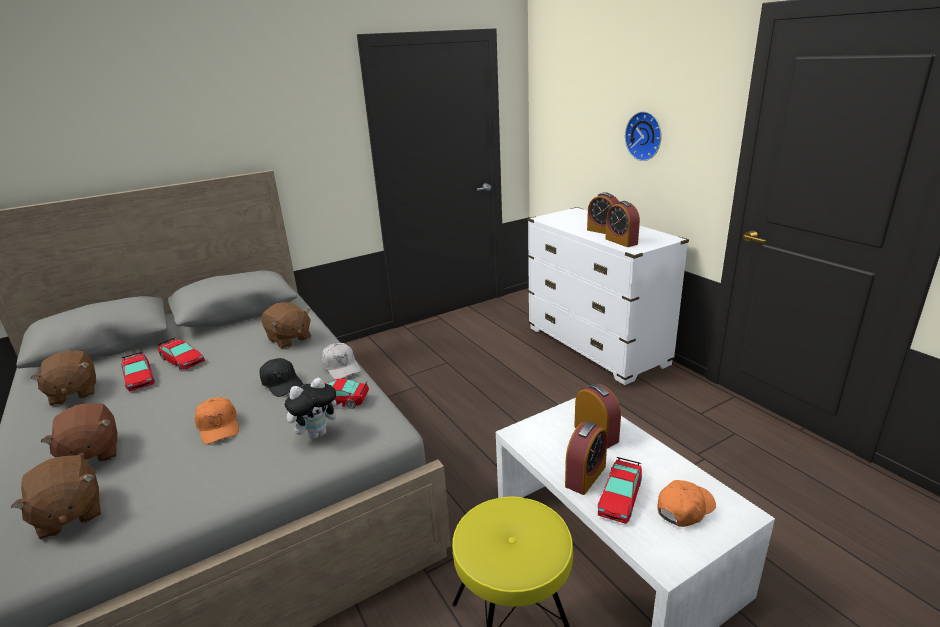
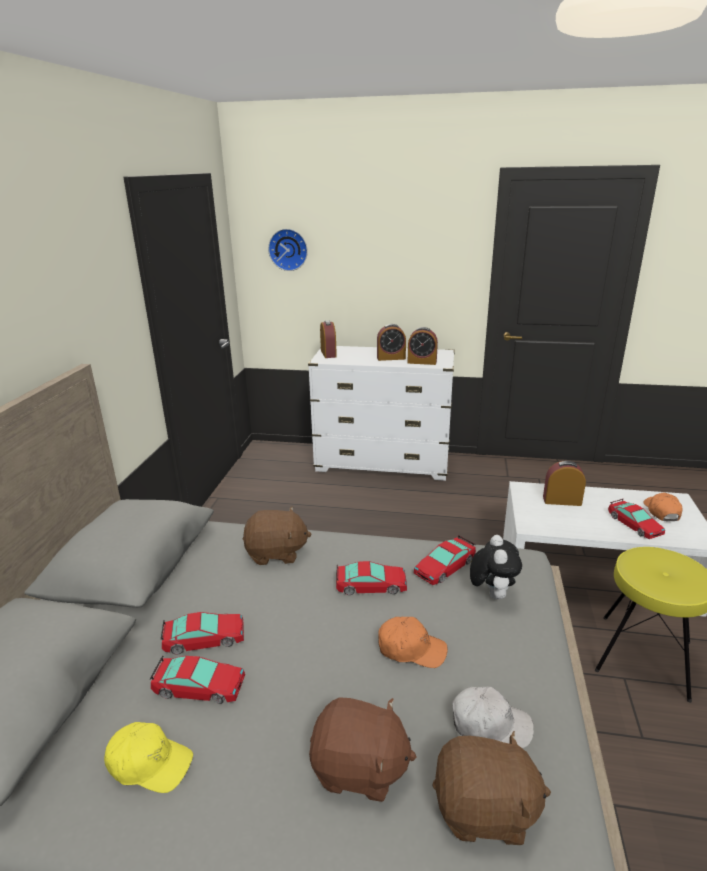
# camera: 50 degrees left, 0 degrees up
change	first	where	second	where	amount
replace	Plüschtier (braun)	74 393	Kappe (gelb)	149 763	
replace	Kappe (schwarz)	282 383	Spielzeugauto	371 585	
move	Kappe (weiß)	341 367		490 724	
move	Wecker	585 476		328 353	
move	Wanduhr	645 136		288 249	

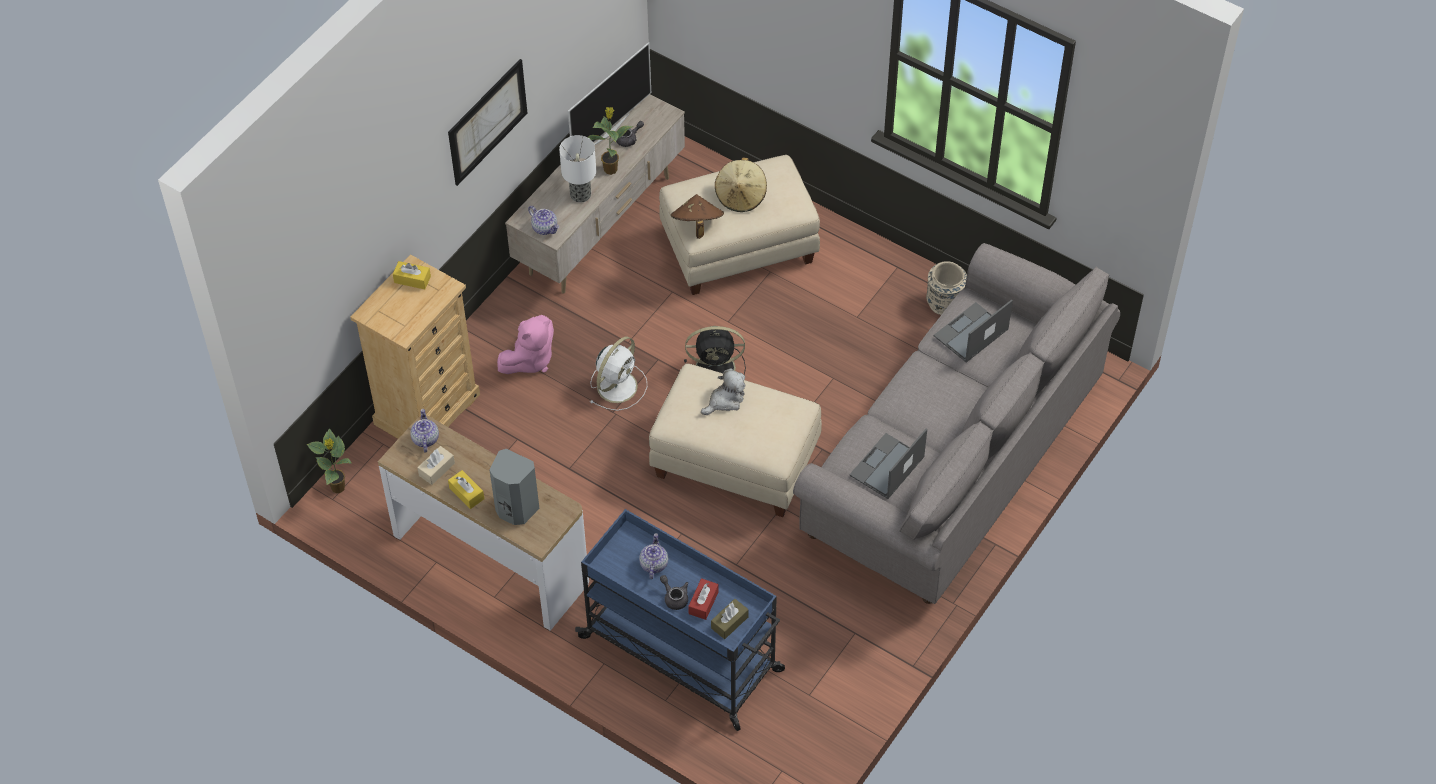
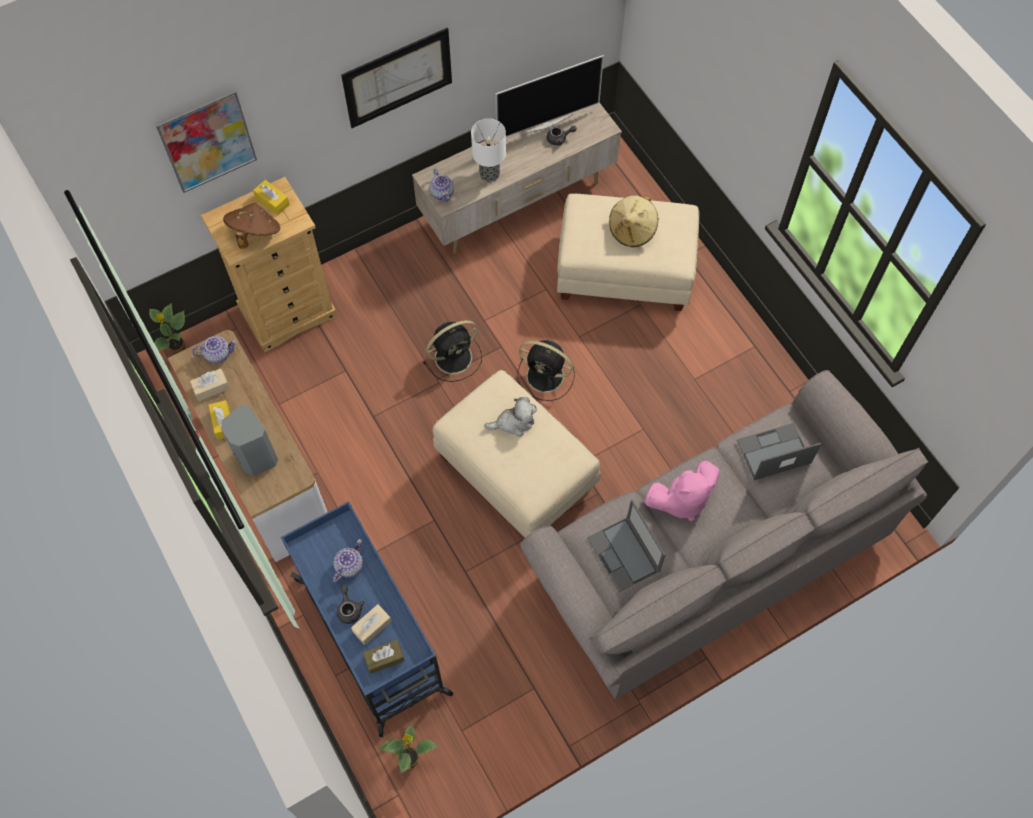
# camera: 25 degrees right, 10 degrees up
change	first	where	second	where	amount
rotate	Teekanne	425 439		218 354	60 degrees clockwise
move	Plüschtier (rosa)	530 360		681 500	
move	Topfpflanze	611 168		411 759	
recolor	Ventilator (weiß)	618 385	Ventilator (schwarz)	455 356	
move	Hut (braun)	697 225		254 233	
recolor	Taschentuchbox (rot)	703 603	Taschentuchbox (beige)	372 626	
rotate	Laptop	886 467		624 555	90 degrees counterclockwise
delete	Vase (beige)	944 304			
insert			Bild	207 140	

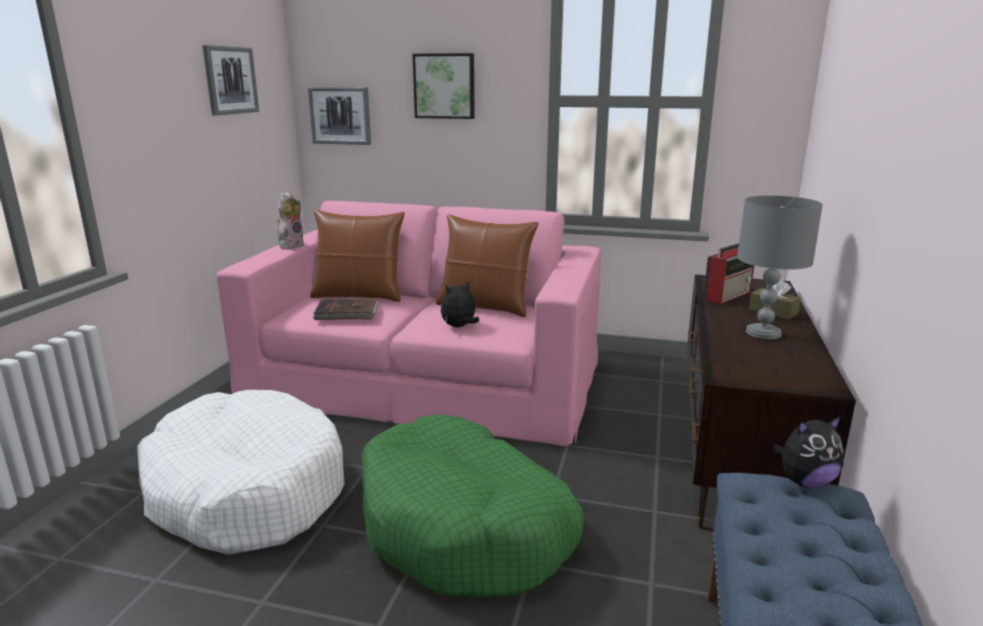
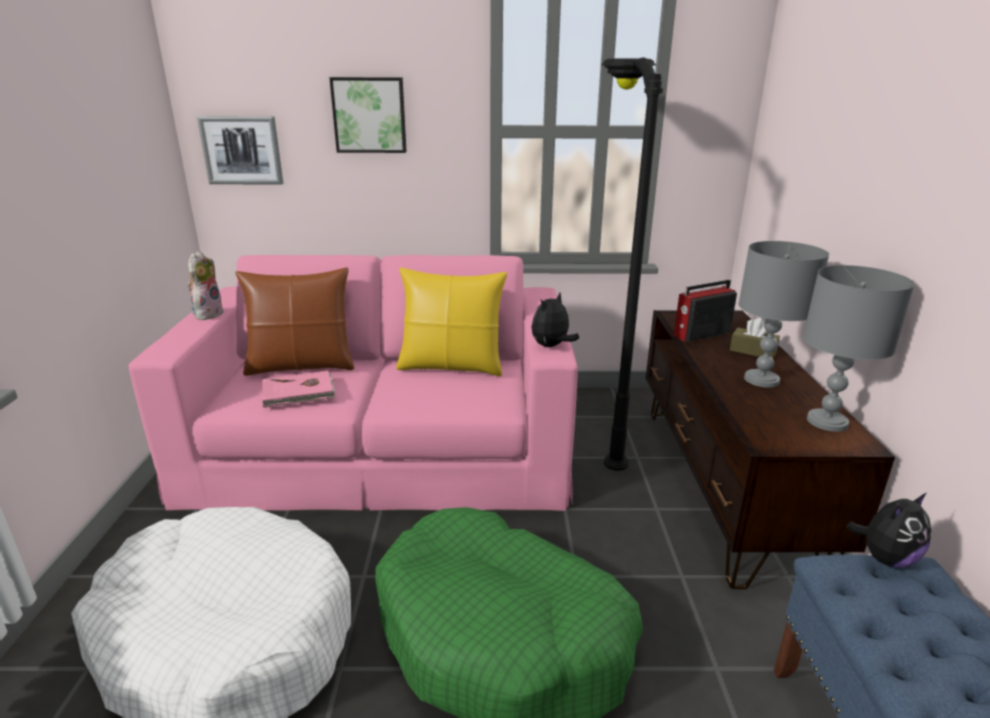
# camera: 15 degrees left, 5 degrees up
change	first	where	second	where	amount
delete	Bild	230 80			
recolor	Buch (braun)	347 312	Buch (rosa)	299 392	
recolor	Kissen (braun)	485 306	Kissen (gelb)	451 366	
move	Plüschtier	459 327		551 346	
rotate	Radio	728 295		700 334	150 degrees counterclockwise
insert			Stehlampe (schwarz)	603 424	
insert			Tischlampe (grau)	827 422	

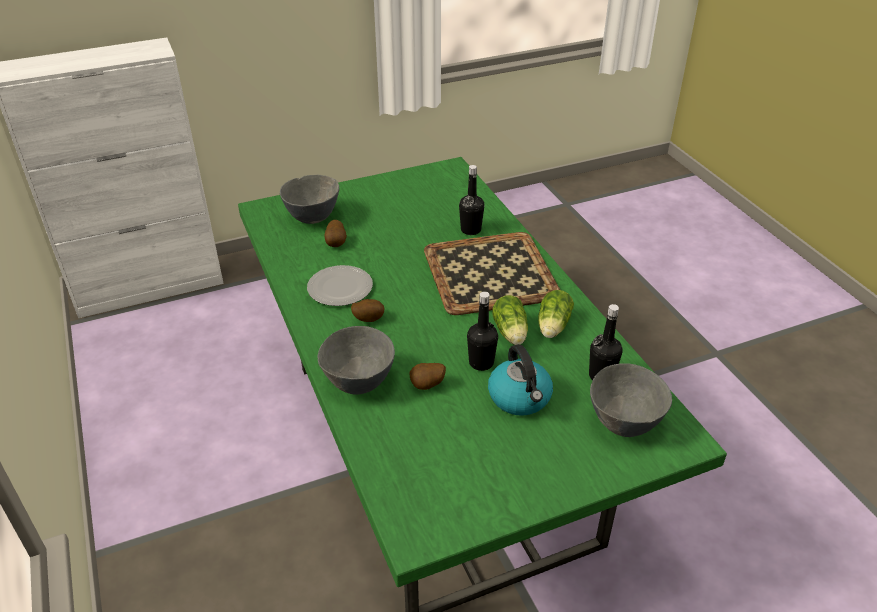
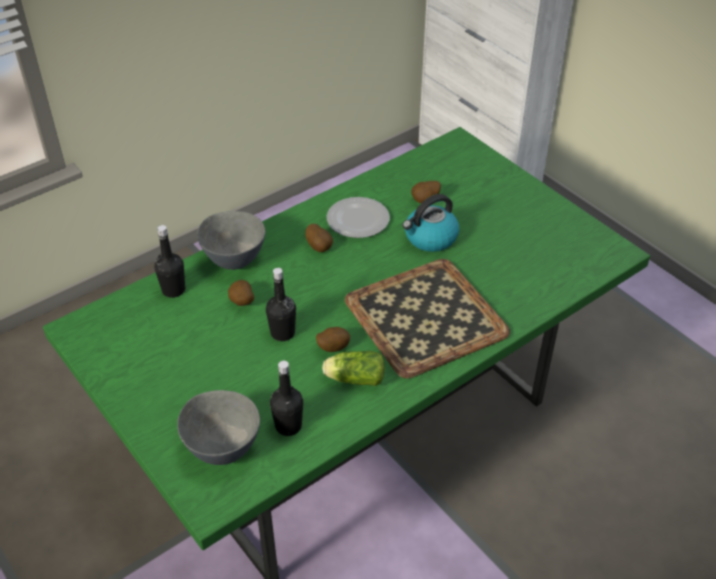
# camera: 75 degrees right, 5 degrees up
change	first	where	second	where	amount
delete	Schüssel (grau)	312 218			
move	Flasche (schwarz)	470 230		173 290	
move	Wasserkessel	520 398		430 238	
replace	Salatkopf	511 333	Kartoffel	332 347	

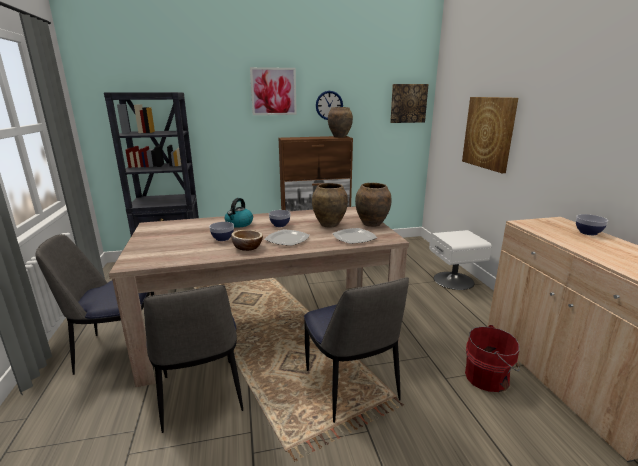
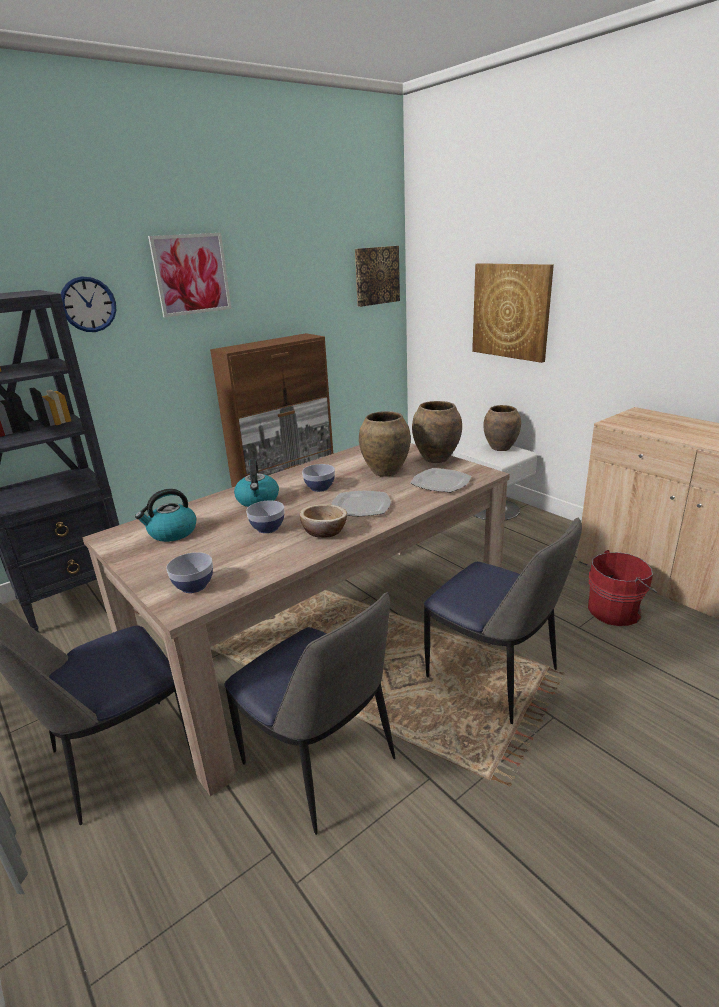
# camera: 25 degrees left, 5 degrees up
change	first	where	second	where	amount
move	Wanduhr	329 105		88 304	
move	Vase (braun)	340 136		501 448	
move	Schüssel	588 232		193 586	
insert			Wasserkessel	172 533	

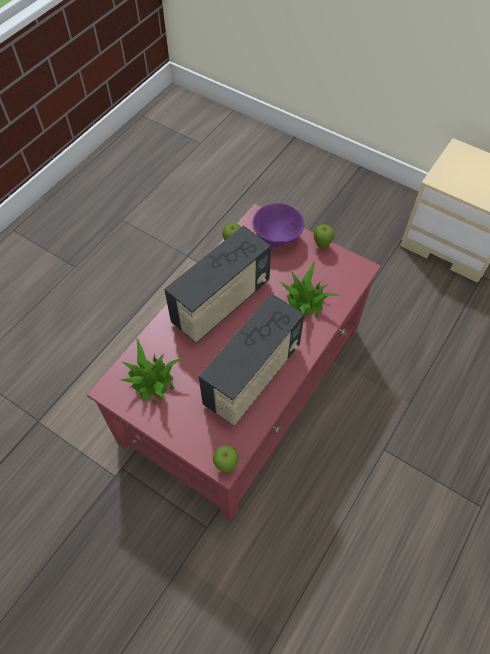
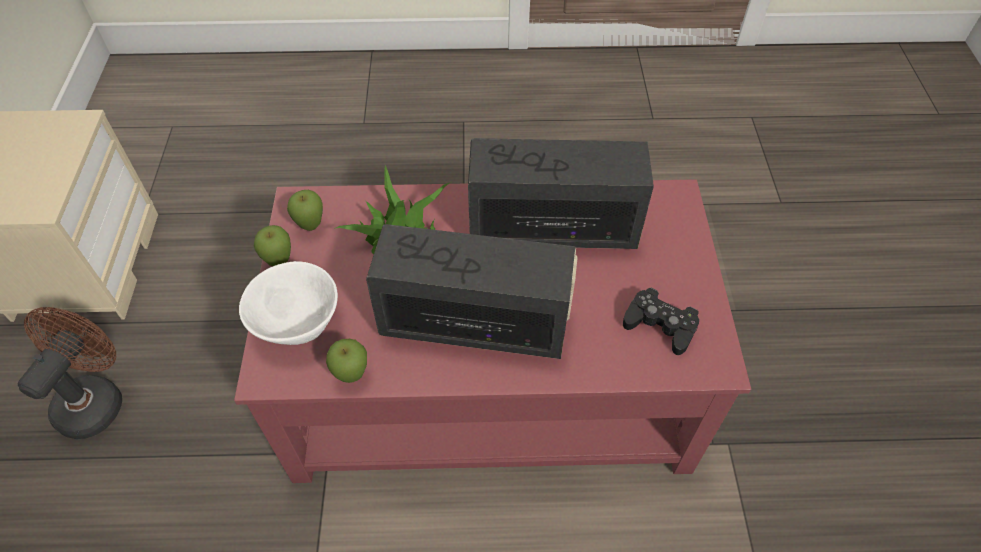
# camera: 125 degrees left, 5 degrees down
change	first	where	second	where	amount
replace	Topfpflanze	151 381	Gamepad (schwarz)	660 325	
move	Apfel	226 465		311 226	
recolor	Schüssel (lila)	278 238	Schüssel (weiß)	299 322	
insert			Ventilator (braun)	96 399	

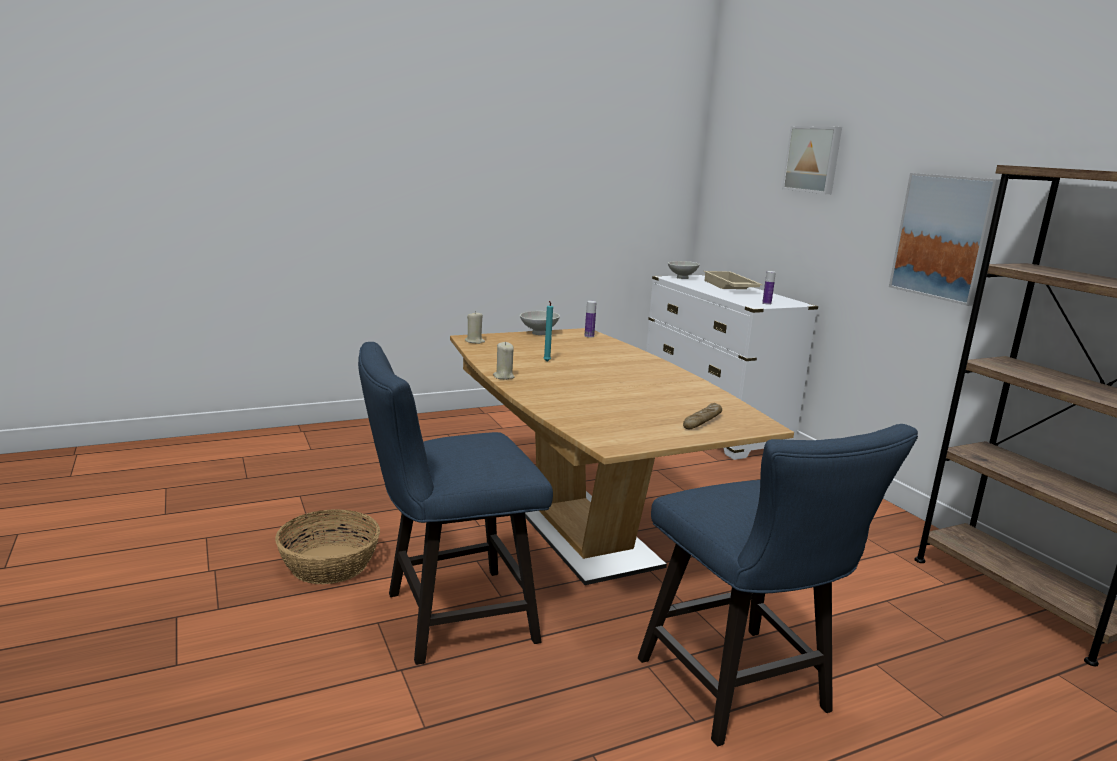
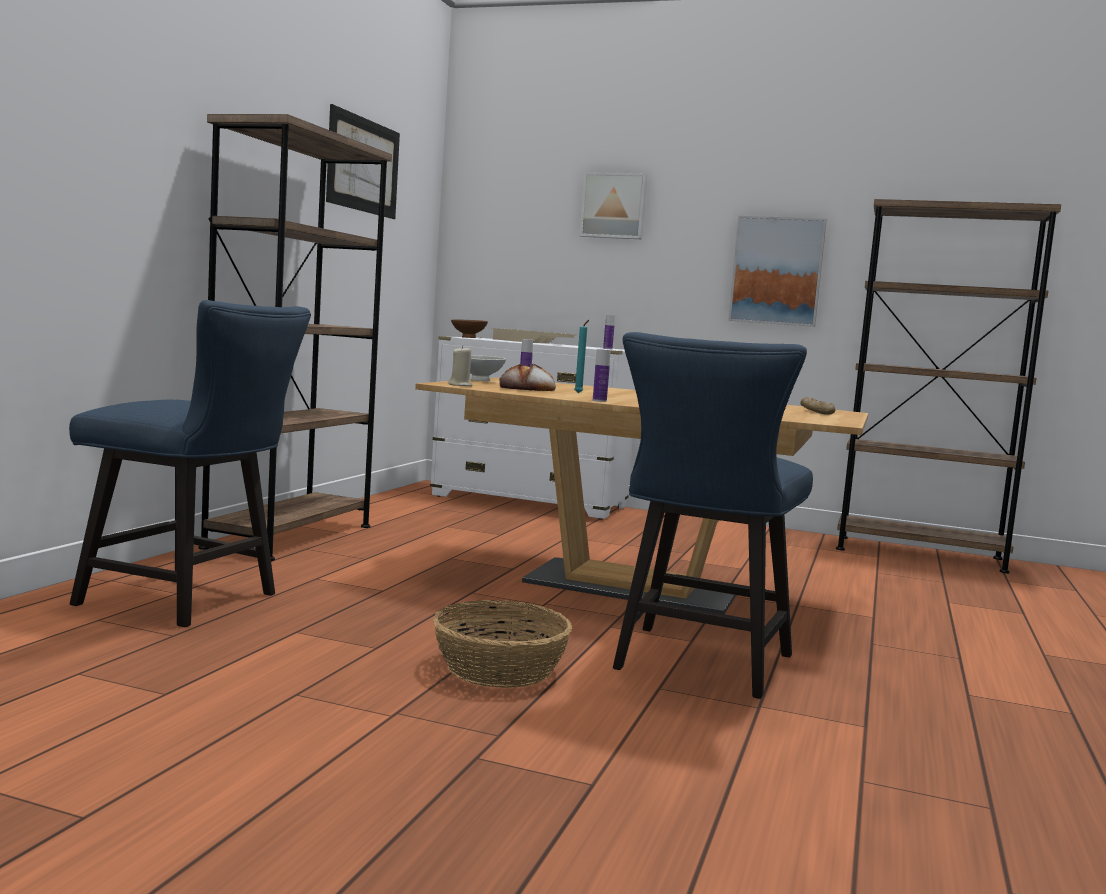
# camera: 45 degrees left, 10 degrees down
change	first	where	second	where	amount
replace	Kerze (beige)	503 376	Flasche	599 401	
move	Stuhl (blau)	742 692		190 601	
recolor	Schüssel (weiß)	682 278	Schüssel (braun)	469 337	
insert			Bücherregal (braun)	290 536	
insert			Bild	363 165	
insert			Brot	528 389	

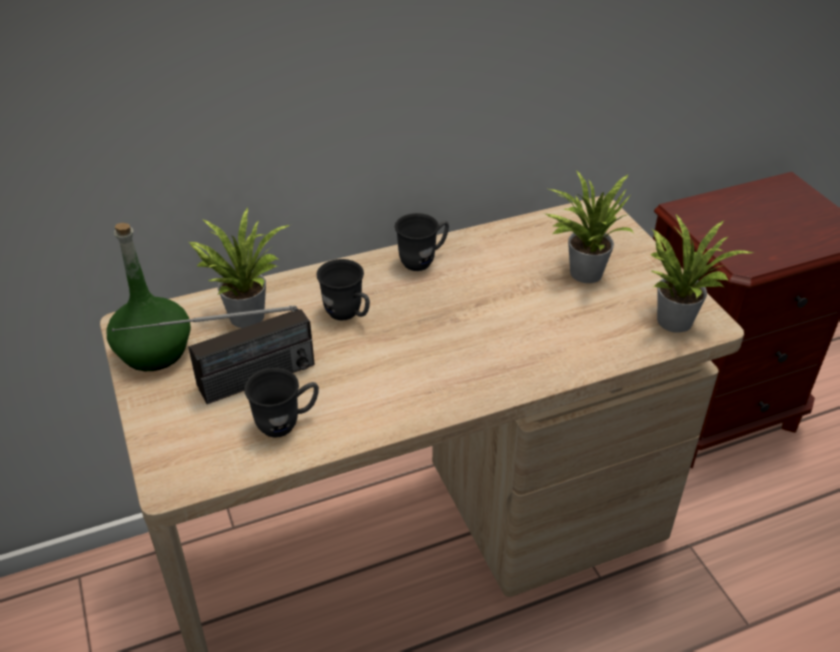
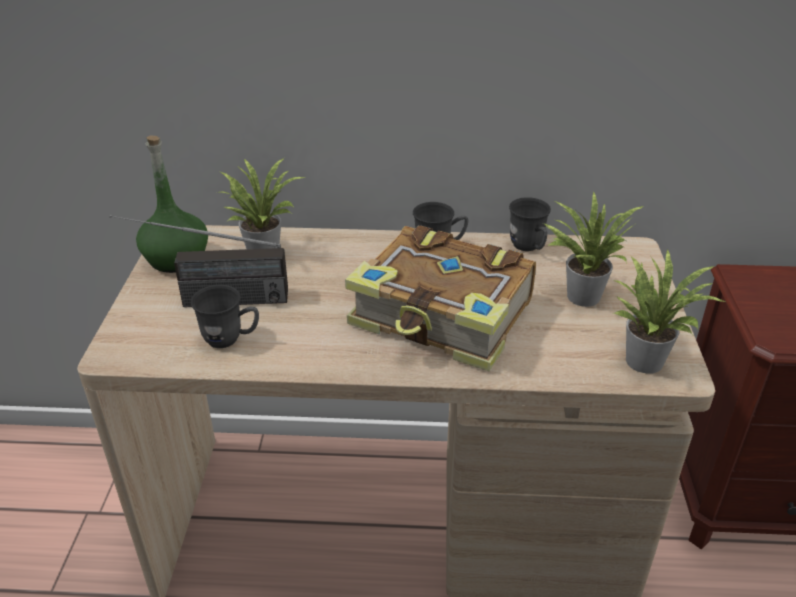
# camera: 25 degrees right, 5 degrees down
change	first	where	second	where	amount
move	Henkelbecher (grau)	348 315		529 248	
insert			Buch	443 317	

